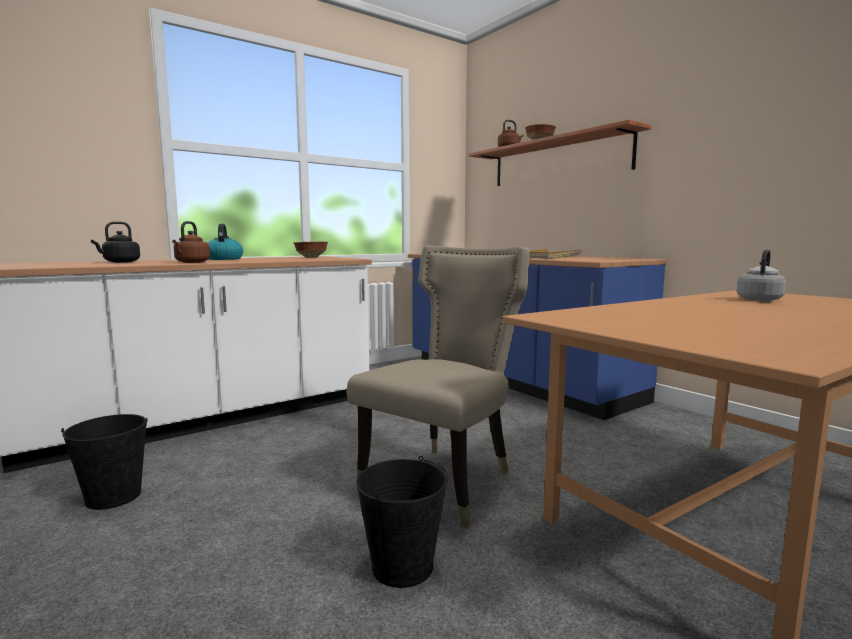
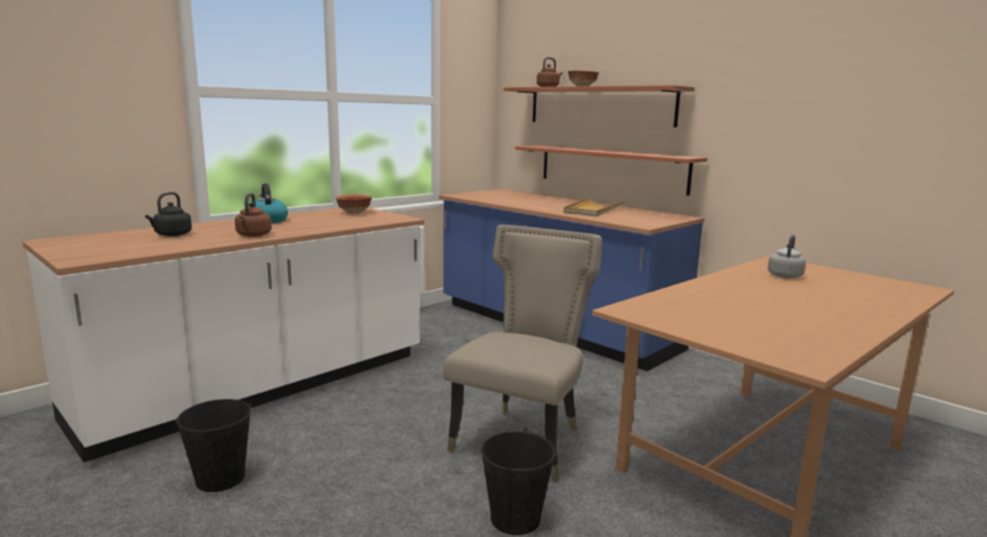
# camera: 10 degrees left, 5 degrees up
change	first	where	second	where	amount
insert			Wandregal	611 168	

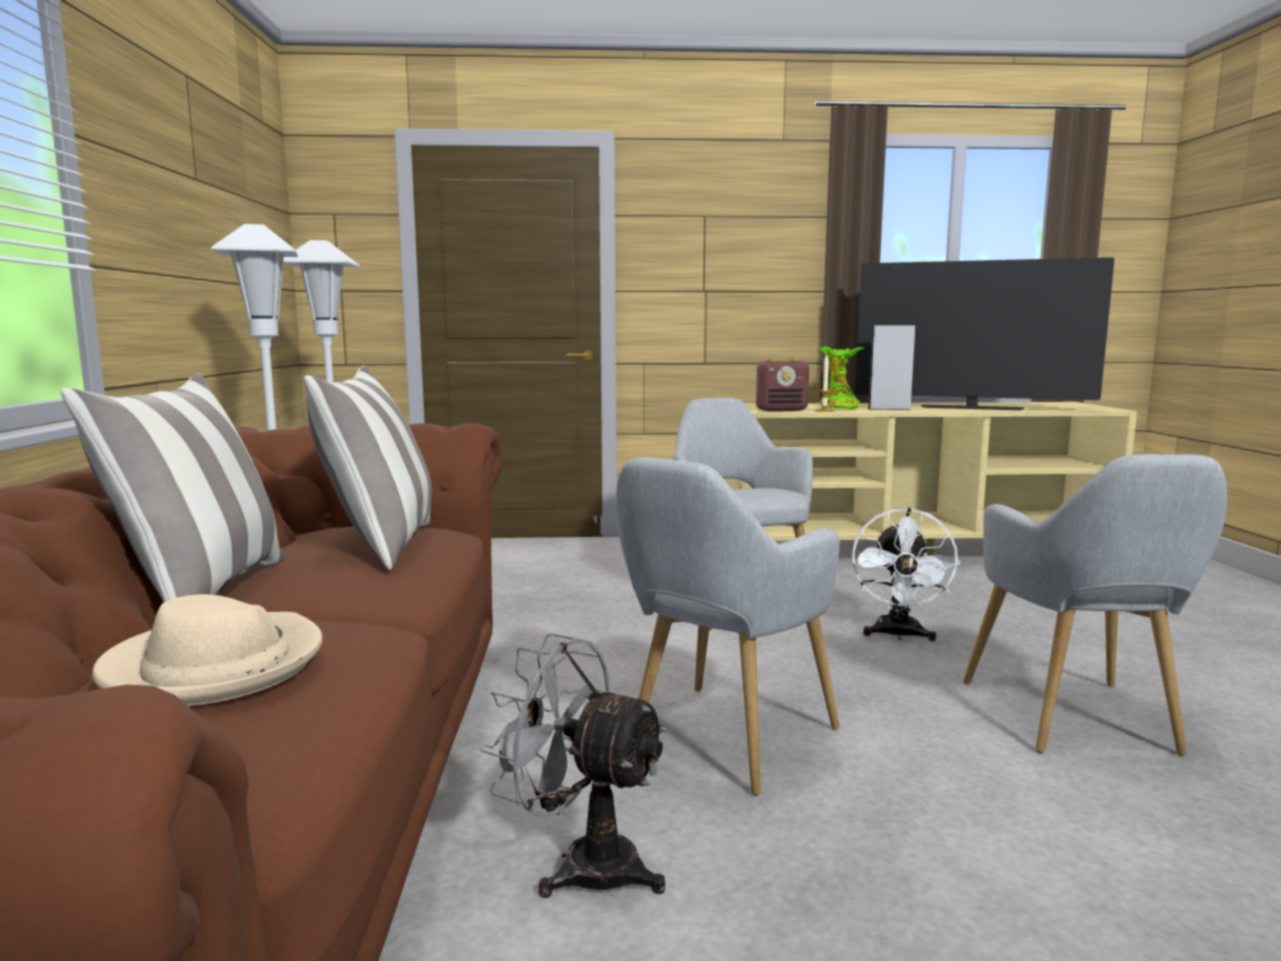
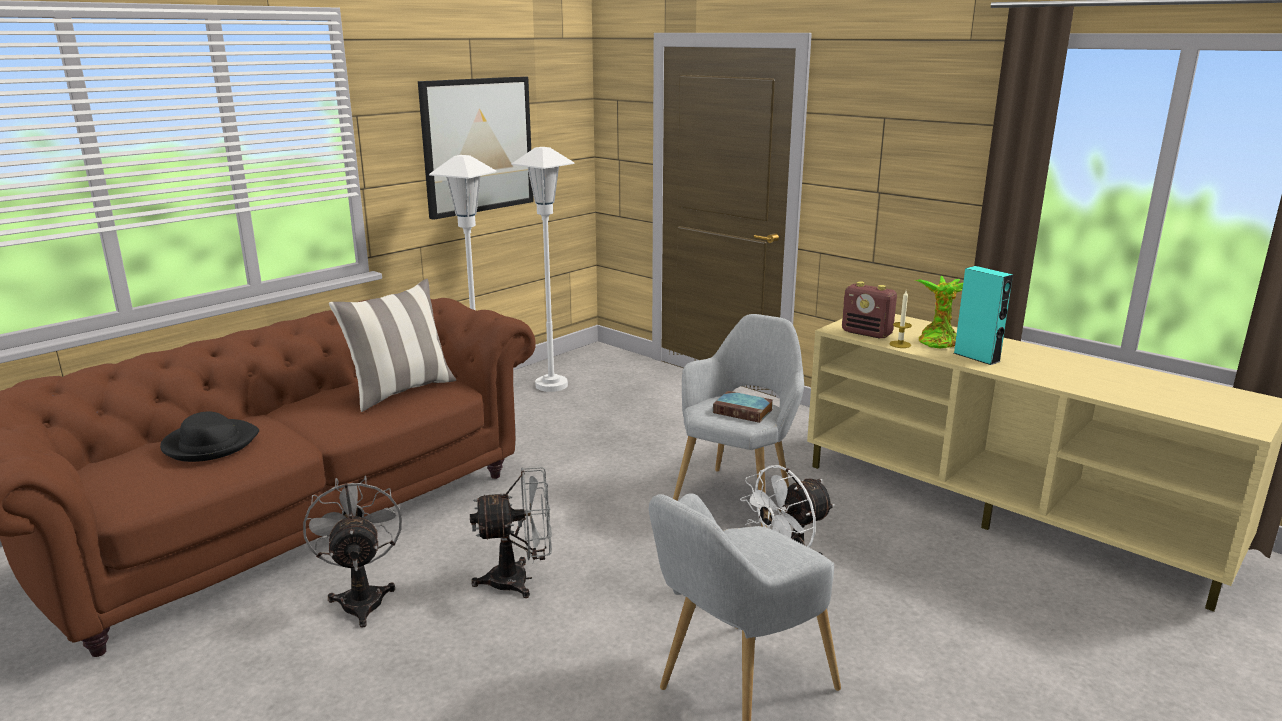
# camera: 45 degrees right, 10 degrees up
change	first	where	second	where	amount
delete	Kissen	201 592			
recolor	Hut (beige)	215 666	Hut (schwarz)	210 444	
replace	Sessel (grau)	721 744	Ventilator (grau)	519 580	
delete	Fernseher	971 408			
recolor	Lautsprecher (grau)	889 409	Lautsprecher (türkis)	976 357	
insert			Bild	477 145	
insert			Buch	744 411	

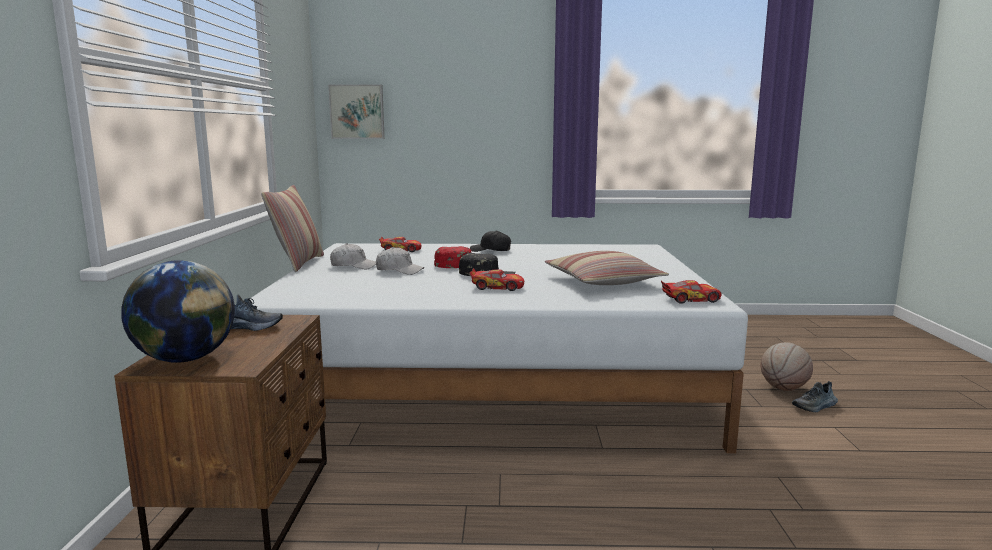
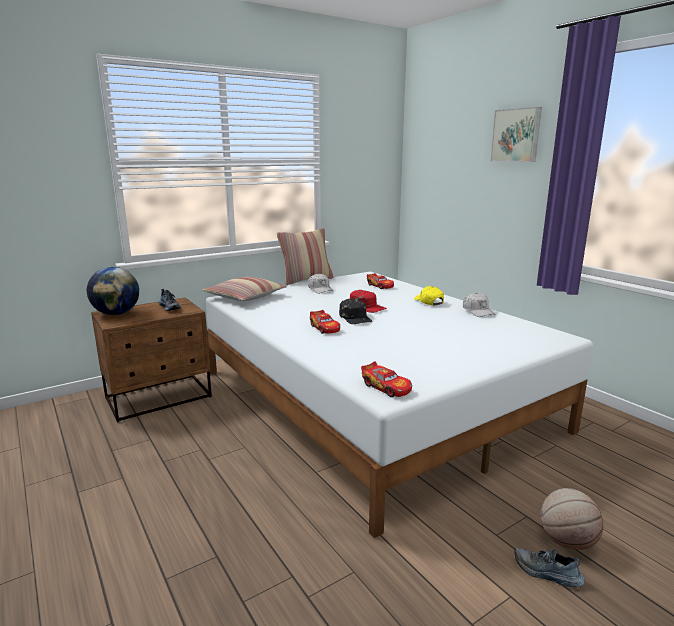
# camera: 55 degrees right, 5 degrees up
change	first	where	second	where	amount
move	Bild	357 112		516 135	
move	Kappe (weiß)	399 270		478 311	
recolor	Kappe (schwarz)	491 250	Kappe (gelb)	428 302	
move	Kissen	603 281		245 297	

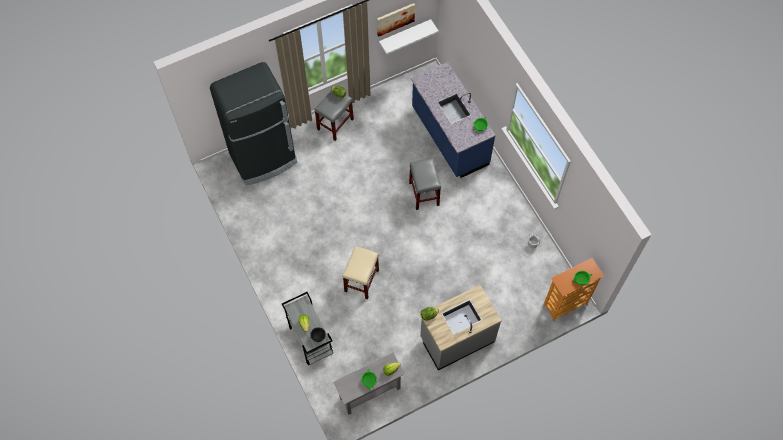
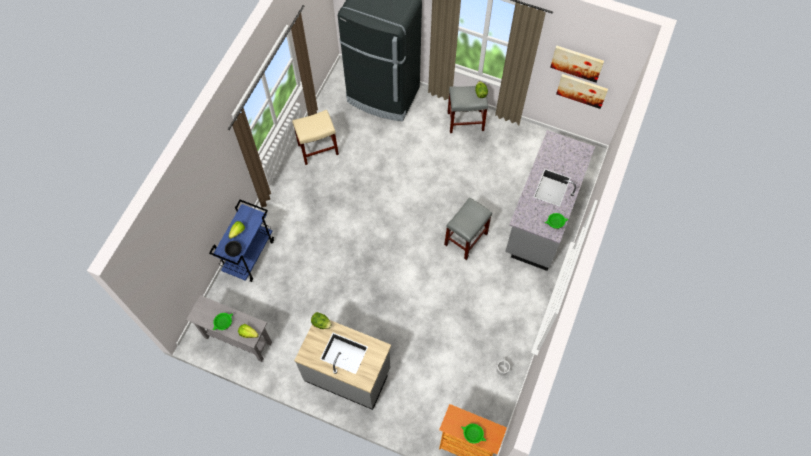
# camera: 50 degrees right, 0 degrees up
change	first	where	second	where	amount
recolor	Rollwagen (grau)	310 339	Rollwagen (blau)	249 255	
move	Hocker (beige)	361 280		318 149	
replace	Wandregal (weiß)	405 34	Bild	582 90	
recolor	Küchenzeile (blau)	449 137	Küchenzeile (grau)	542 216	

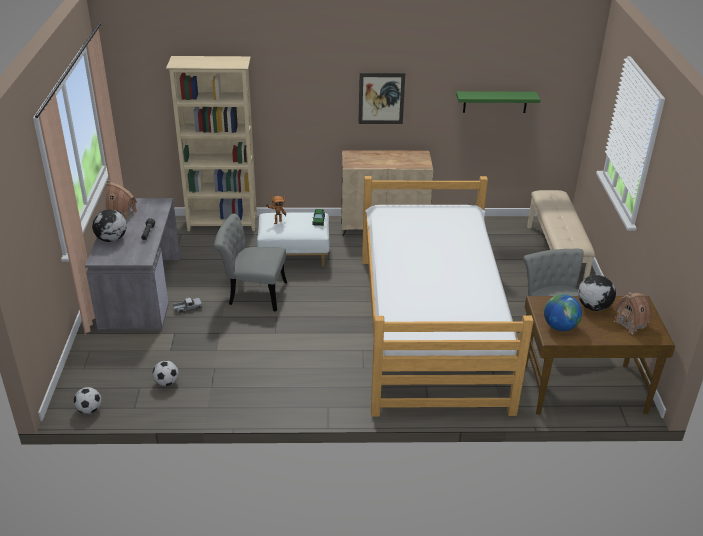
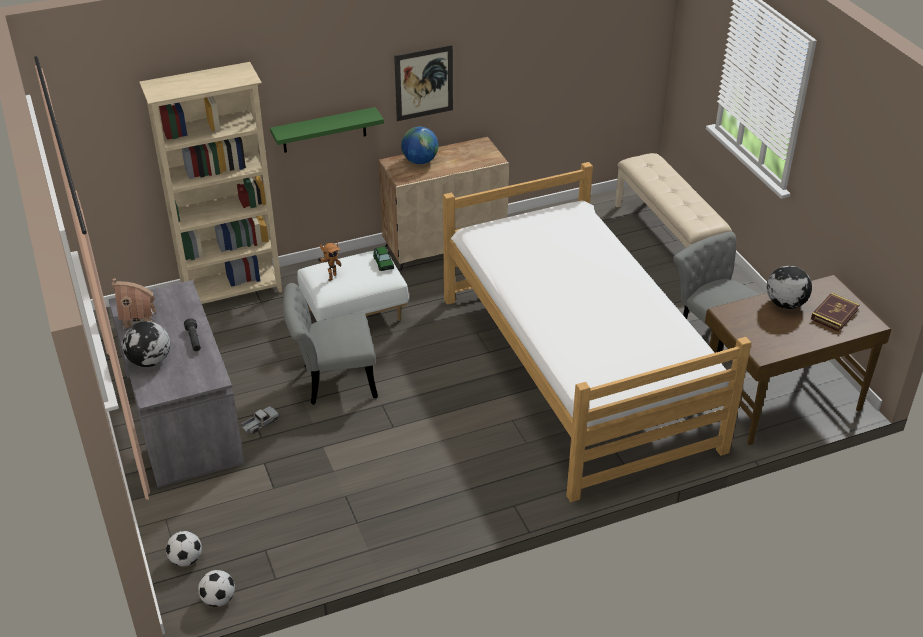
# camera: 20 degrees left, 5 degrees up
change	first	where	second	where	amount
move	Fußball	166 382		186 560	
move	Wandregal (grün)	495 102		324 130	
move	Globus	559 327		420 161	
replace	Spielzeughaus	630 323	Buch	834 314	

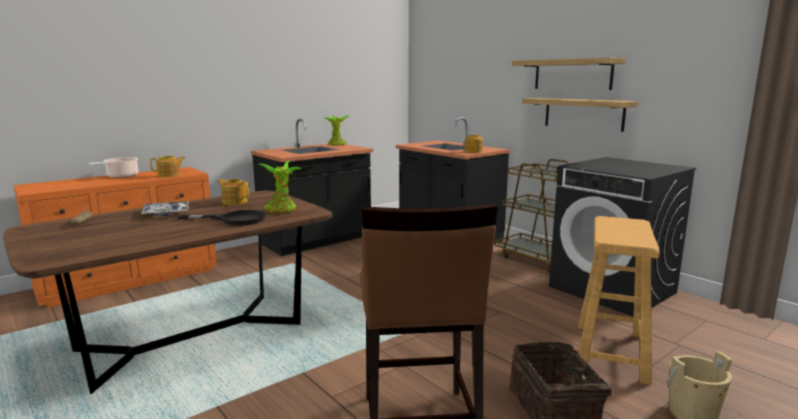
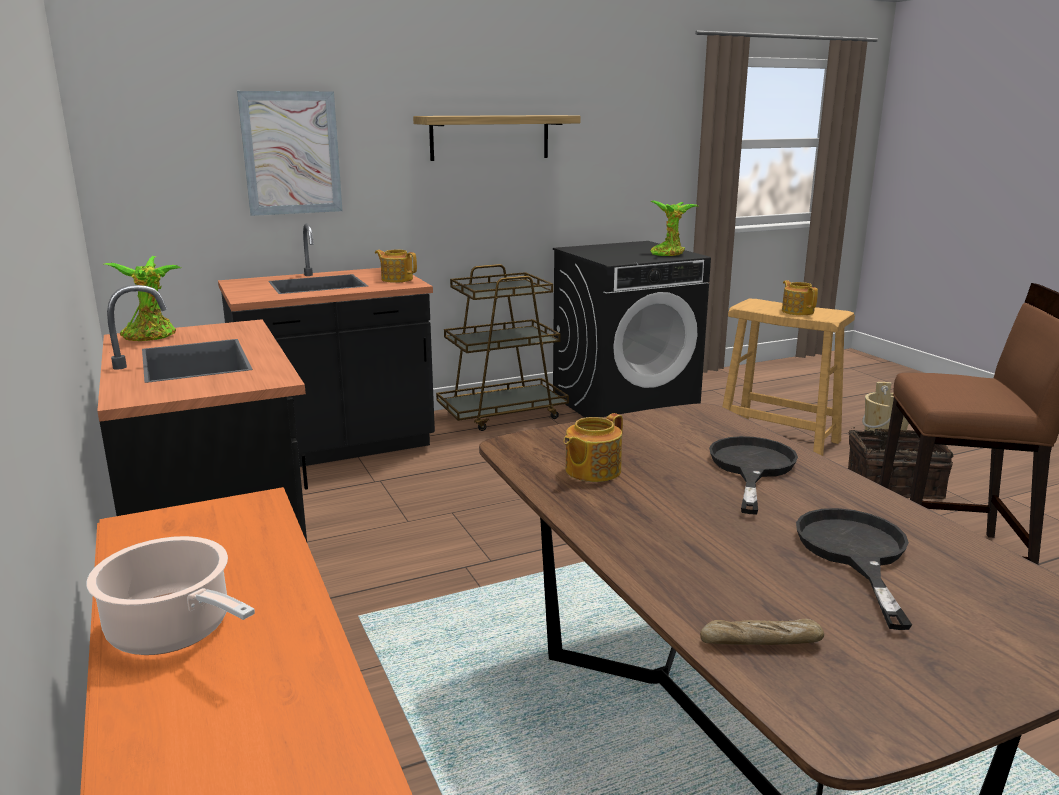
# camera: 75 degrees left, 5 degrees up
change	first	where	second	where	amount
delete	Tablett	166 213			
move	Teekanne	169 175		797 311	
move	Topfpflanze	281 210		669 253	
delete	Wandregal	583 114			
insert			Bild	291 153	
insert			Pfanne (schwarz)	854 553	

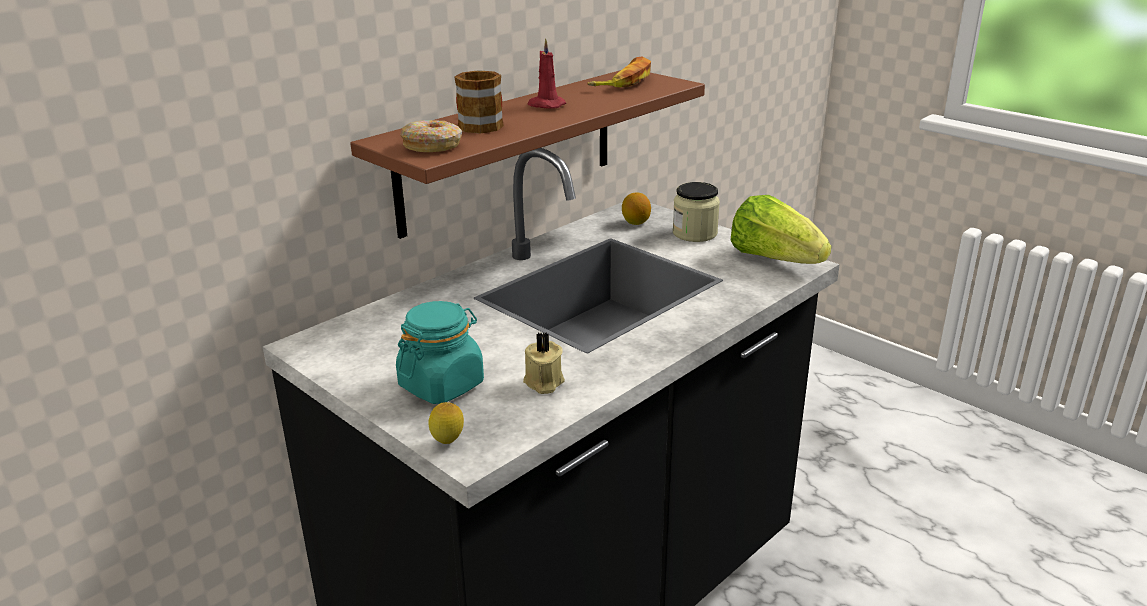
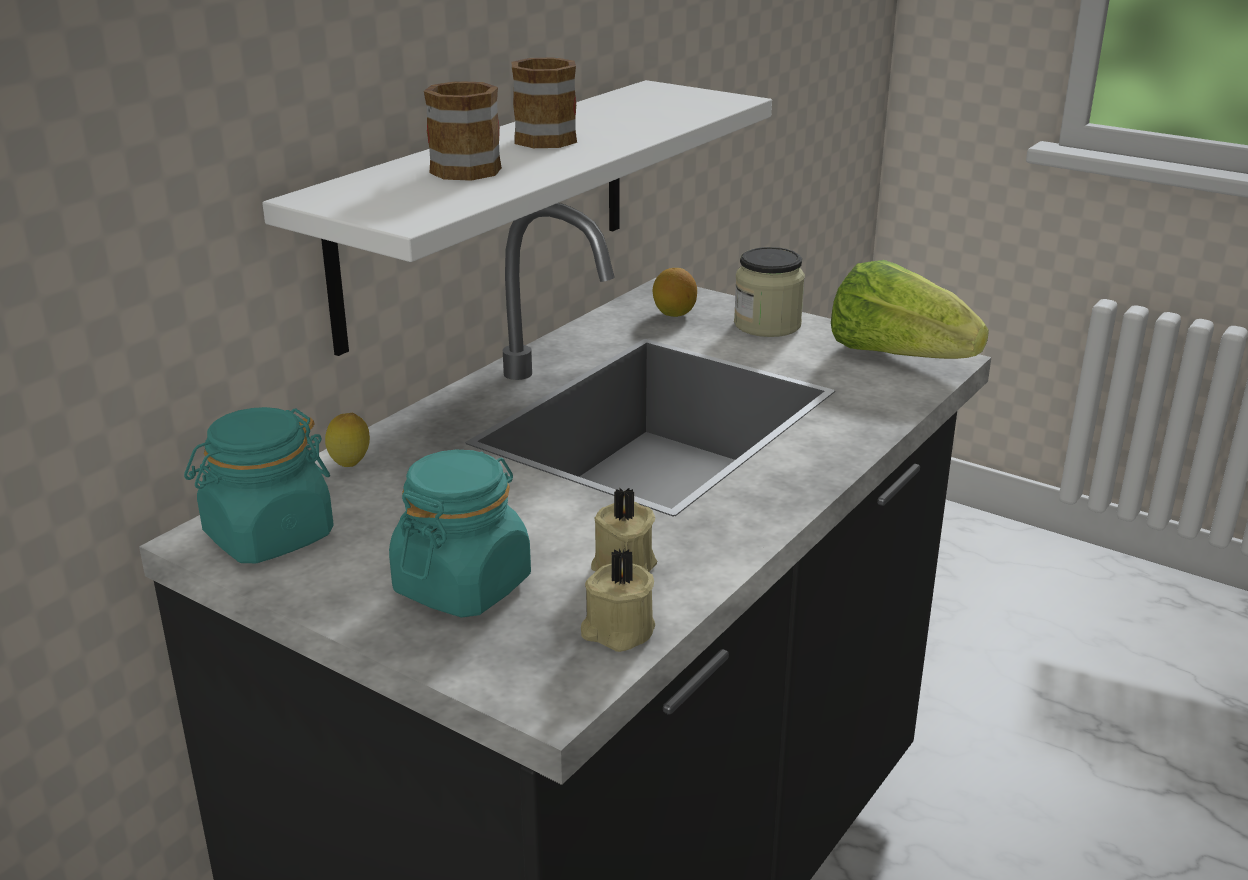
# camera: 10 degrees left, 0 degrees up
change	first	where	second	where	amount
recolor	Wandregal (braun)	509 149	Wandregal (weiß)	488 209	
delete	Donut	432 146			
move	Zitrone	448 443		350 466	
replace	Kerze (rot)	545 105	Henkelbecher	550 136	
delete	Banane	623 81			
insert			Vorratsglas (türkis)	268 537	
insert			Kerze (beige)	617 631	

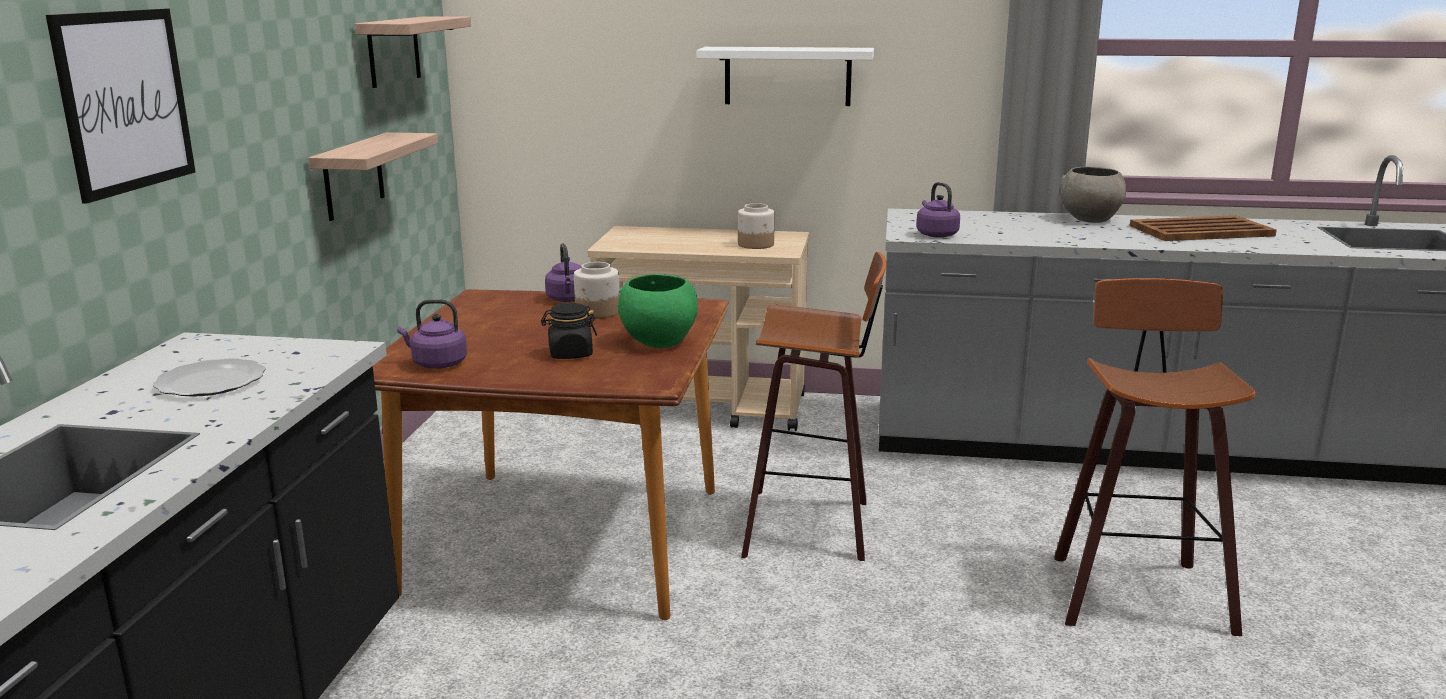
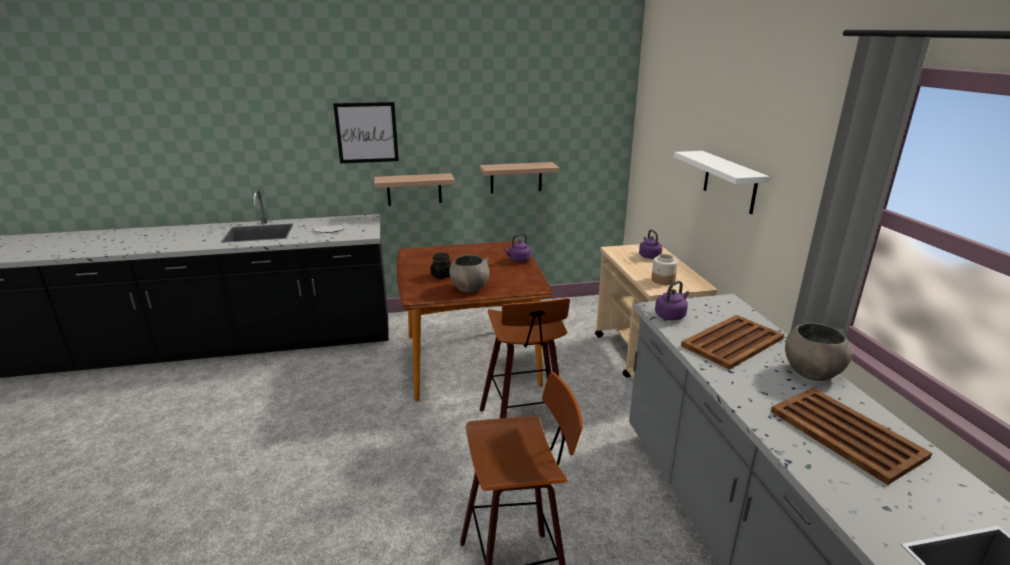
# camera: 70 degrees right, 5 degrees up
change	first	where	second	where	amount
move	Wandregal	393 51		414 189	
move	Wasserkessel (lila)	437 364		649 256	
delete	Vorratsglas	597 312			
recolor	Schüssel (grün)	658 342	Schüssel (grau)	469 288	
insert			Tablett (braun)	733 342	

